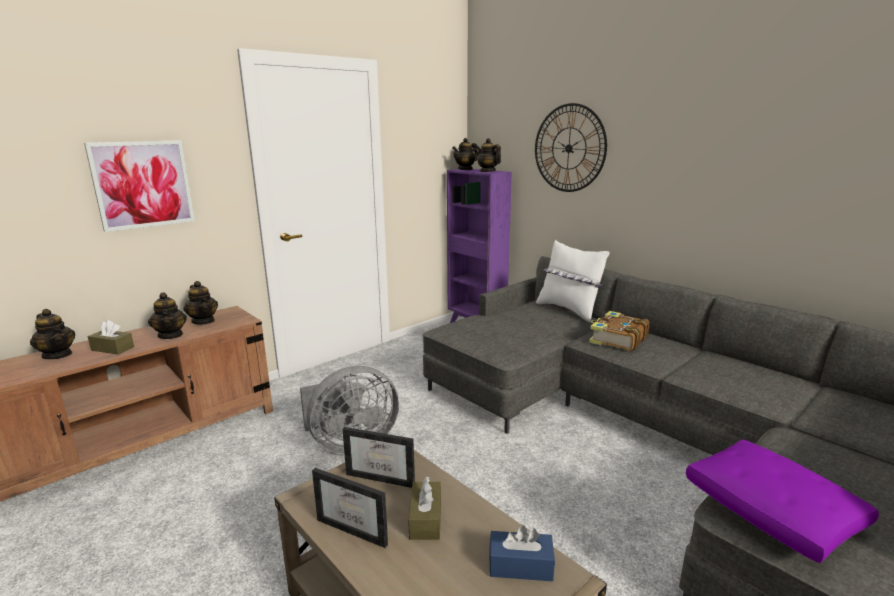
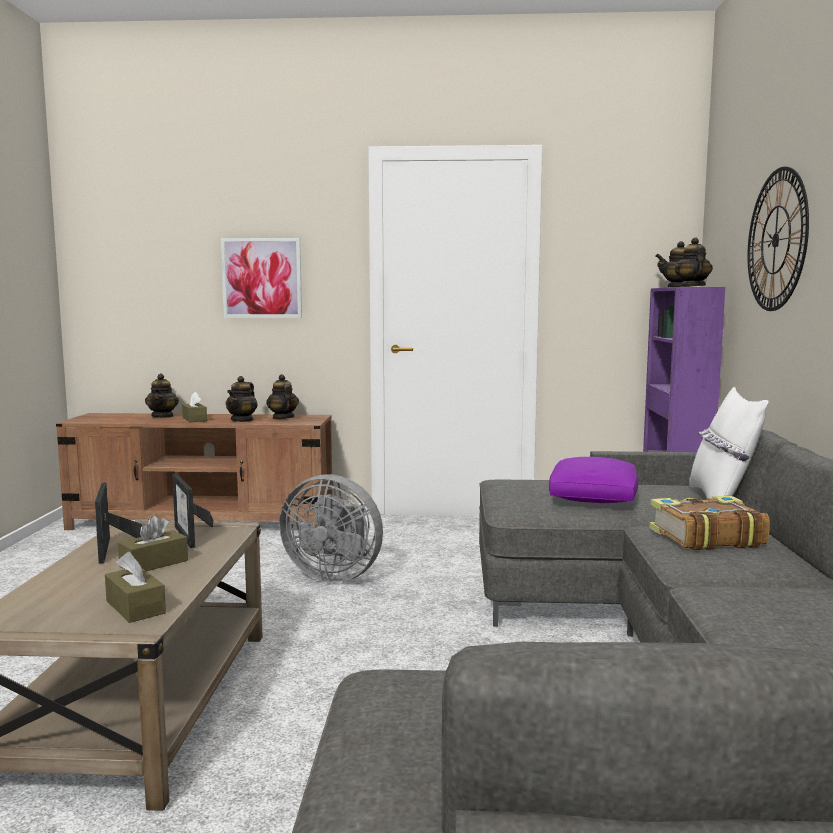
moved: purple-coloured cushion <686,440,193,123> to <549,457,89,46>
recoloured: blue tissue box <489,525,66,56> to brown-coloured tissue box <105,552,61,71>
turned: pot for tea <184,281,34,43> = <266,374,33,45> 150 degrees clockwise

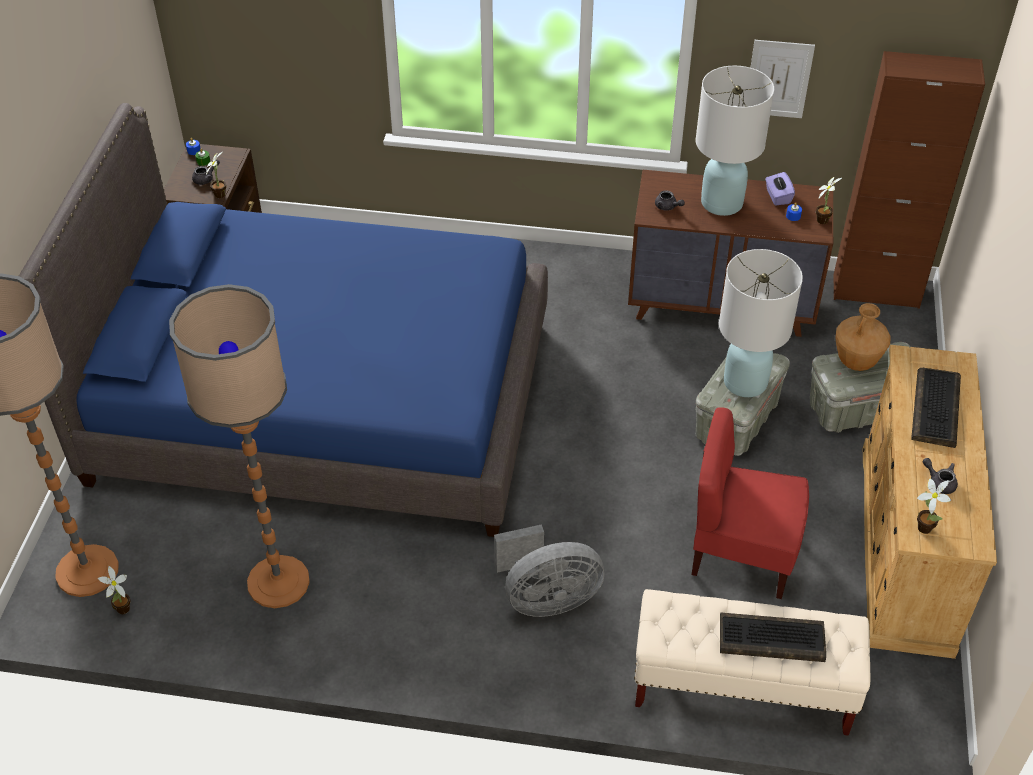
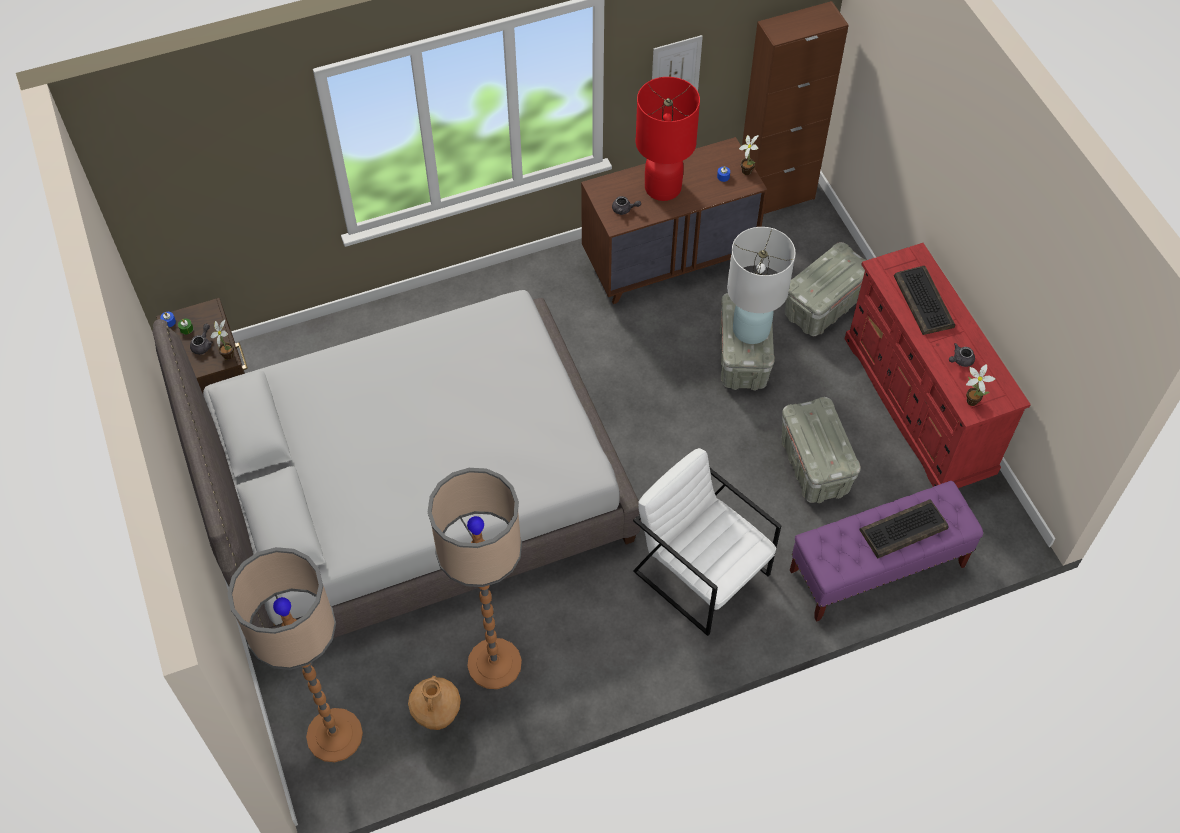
removed: potted plant <98,566,33,48>; purple-coloured tissue box <765,172,30,34>
moved: brown-coloured flower vase <836,303,55,68> to <408,676,53,54>
replaced: grey electric fan <494,524,110,93> to whitish armchair <633,448,149,188>; red-coloured plain chair <692,407,117,192> to grey storage container <781,397,80,106>
recoloured: blue bedroom bed <19,103,529,434> to grey bedroom bed <152,290,489,348>; beige bench <634,589,236,147> to purple-coloured bench <790,481,193,141>; whitish tabletop lamp <696,66,78,150> to red-coloured tabletop lamp <636,77,64,124>; beige dresser <863,345,134,314> to red-coloured dresser <845,243,186,245>
turned: grey pot for tea <923,458,35,36> = <949,343,26,24> 45 degrees counterclockwise

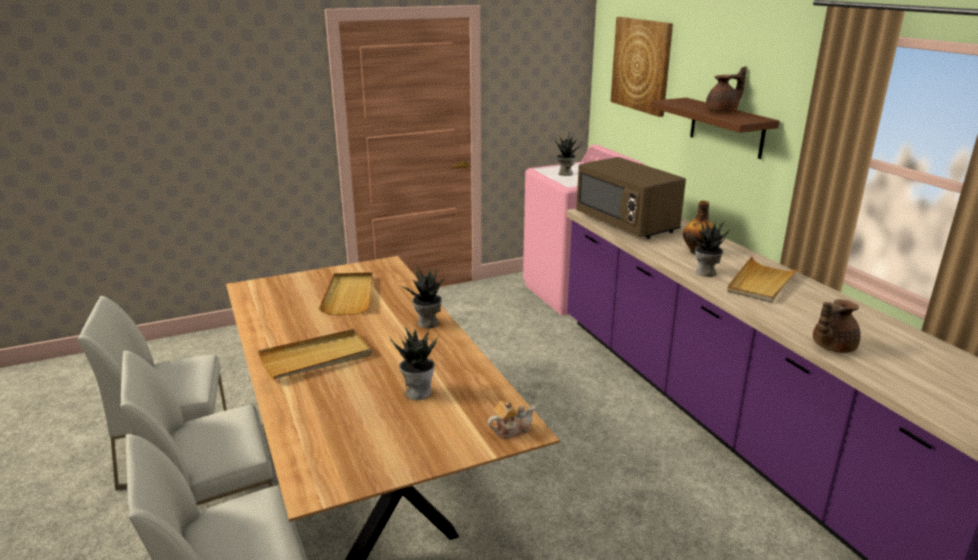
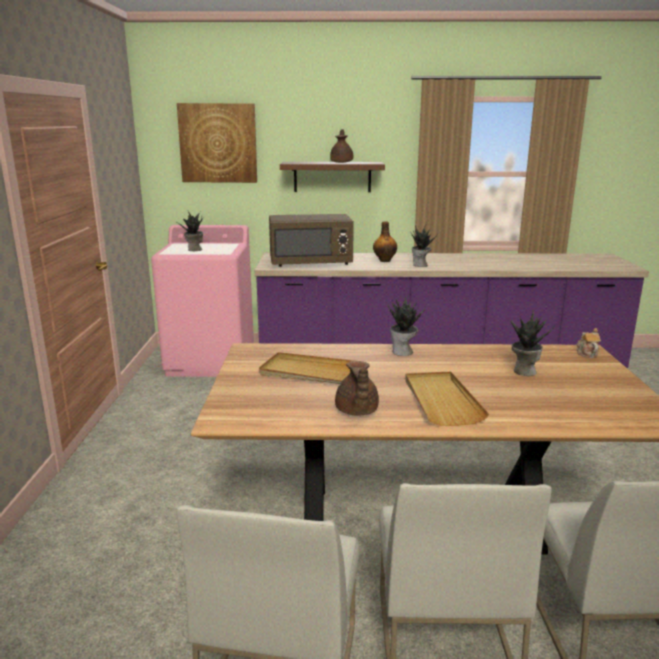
removed: beige carrying tray <727,256,73,47>
moved: brown-coloured pot for tea <813,299,48,54> to <335,361,44,55>

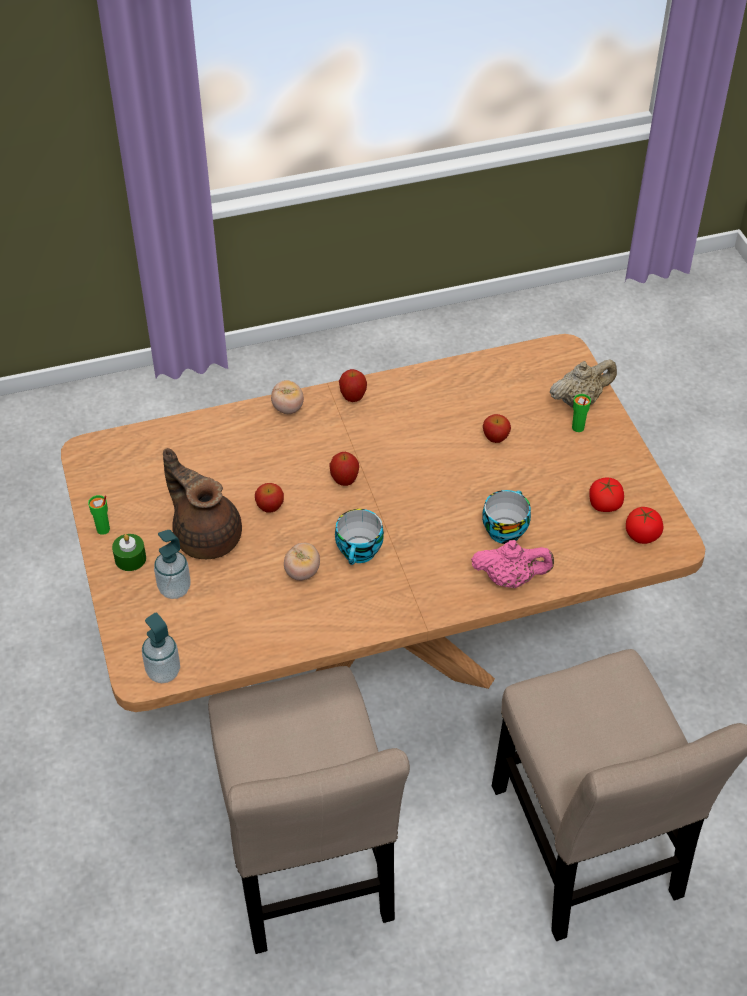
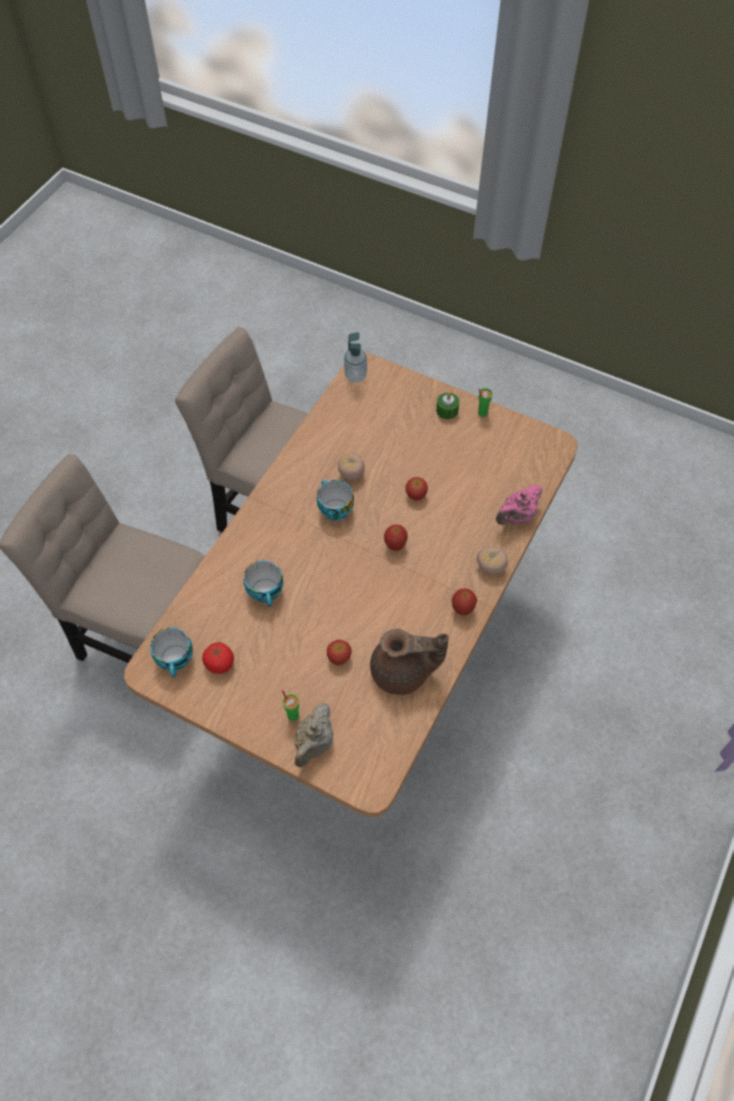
removed: soap dispenser <154,530,36,69>
moved: brown-coloured pot for tea <163,448,79,111> to <370,629,79,66>; pinkish pot for tea <471,540,83,48> to <496,485,46,40>
replaced: whole tomato <626,507,37,37> to cup <150,627,43,50>

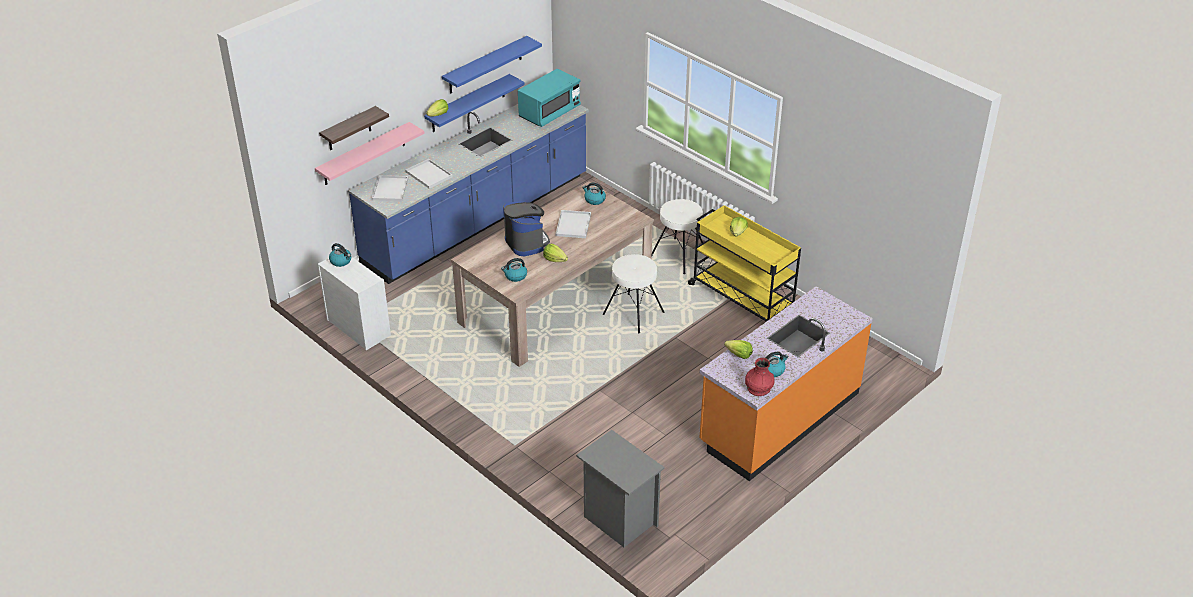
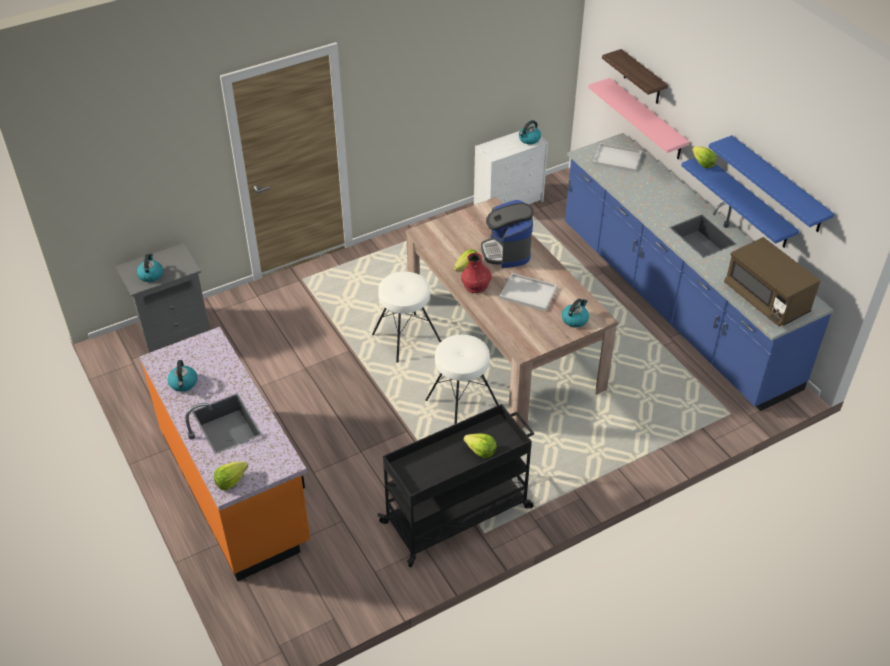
removed: whitish carrying tray <405,159,48,30>
moved: kettle <501,258,26,24> to <137,254,26,28>; whitish sitting stool <652,199,51,75> to <372,272,69,91>; lettuce head <724,340,29,19> to <214,461,34,29>; red-coloured flower vase <745,358,29,38> to <461,253,31,40>
recoloured: turquoise-coloured kitchen microwave <518,69,63,58> to brown-coloured kitchen microwave <724,237,96,90>; yellow-coloured wheeled cart <688,205,113,117> to black-coloured wheeled cart <377,404,157,163>
turned: coffee machine <503,202,47,54> = <481,200,53,68> 90 degrees clockwise

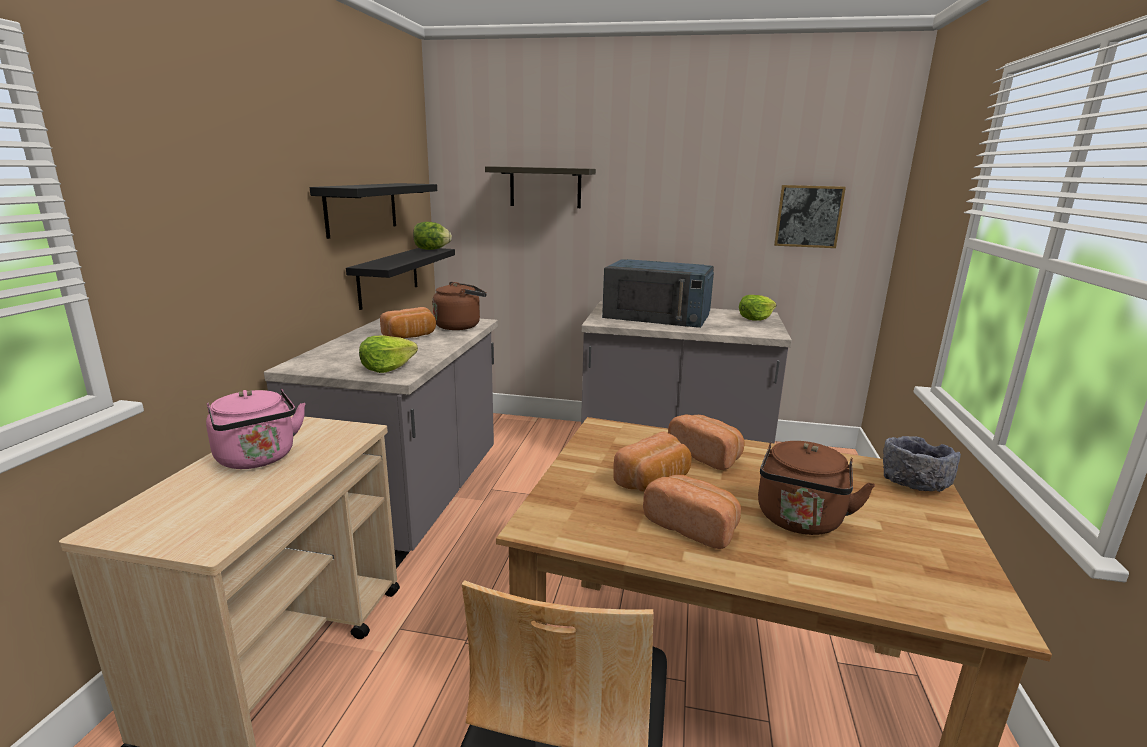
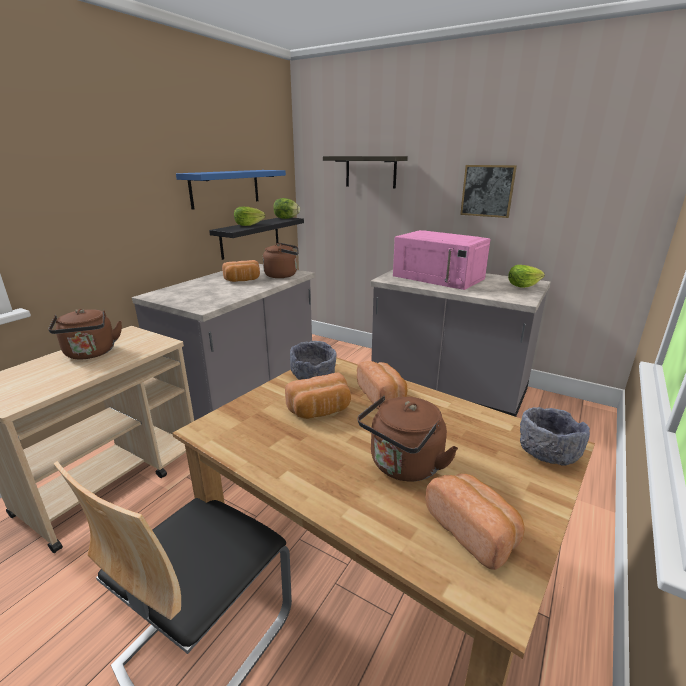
added: grey deep dish <290,341,46,39>
moved: lettuce head <359,335,59,38> to <234,207,31,19>; bread <643,475,98,74> to <425,474,99,96>; wall picture <774,185,72,63> to <460,165,57,53>
recoloured: pinkish kettle <206,388,100,81> to brown-coloured kettle <48,309,74,50>; black-coloured shelf <310,183,127,56> to blue shelf <176,170,110,40>; blue kitchen microwave <602,259,112,69> to pinkish kitchen microwave <393,230,98,60>

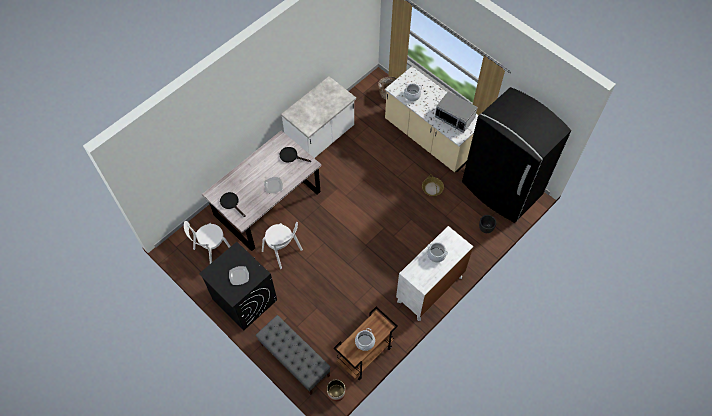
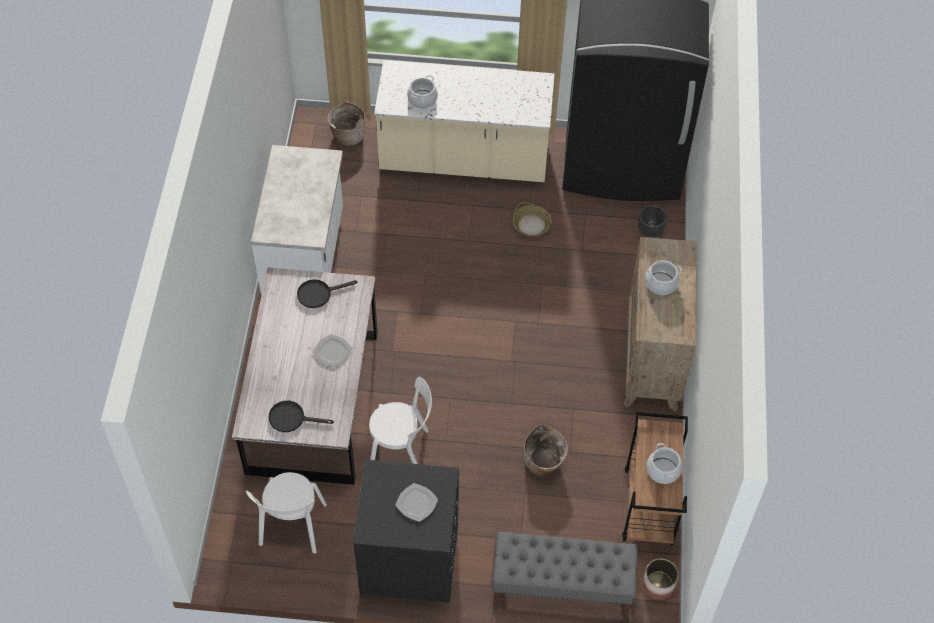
removed: kitchen microwave <435,91,43,42>
added: household basket <524,425,44,50>
recoloured: whitish dresser <396,226,78,95> to brown-coloured dresser <623,237,74,175>

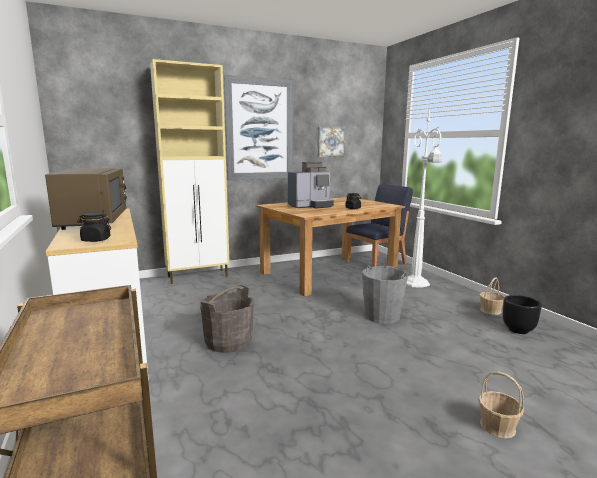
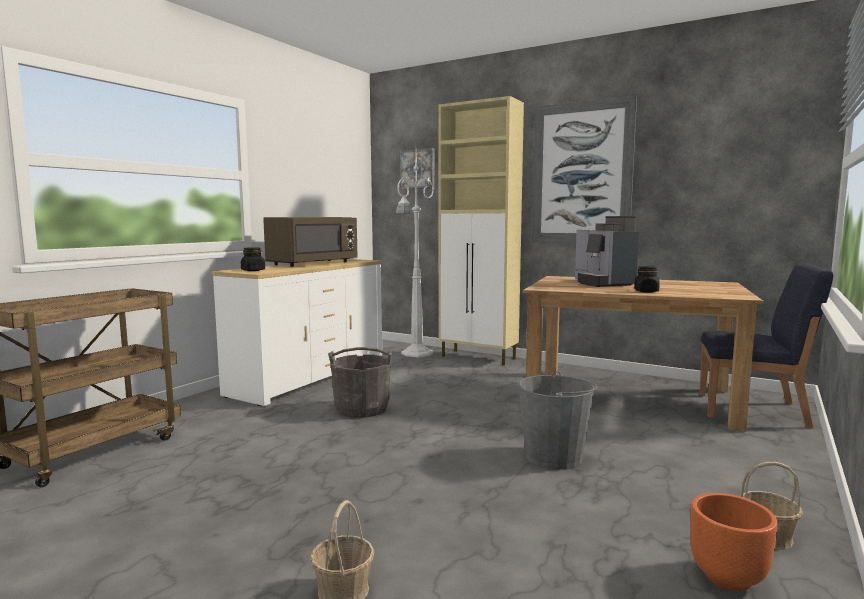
moved: wall picture <317,126,28,31> to <399,148,36,42>; whitish standing lamp <406,104,36,184> to <396,155,38,203>
recoloured: black-coloured plant pot <503,295,39,39> to orange-coloured plant pot <690,493,88,98>
turned: coffee machine <288,162,46,47> = <575,216,64,71> 45 degrees clockwise

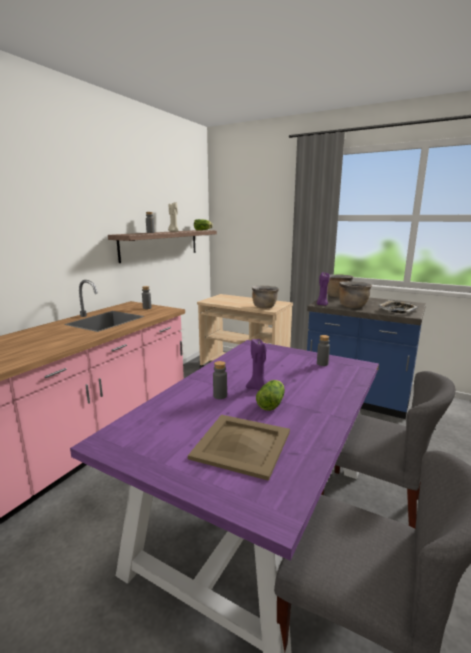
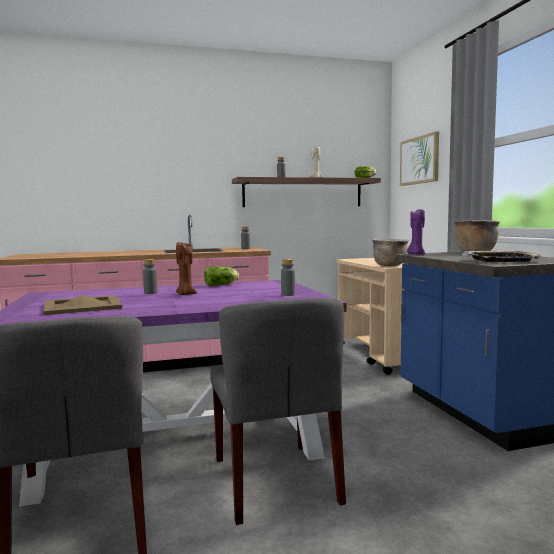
removed: brown-coloured stockpot <339,281,33,27>
added: wall picture <400,131,39,55>
moved: lettuce head <256,380,29,31> to <204,266,35,20>
recoloured: purple-coloured wax candle <246,339,21,51> to brown-coloured wax candle <176,242,21,53>

